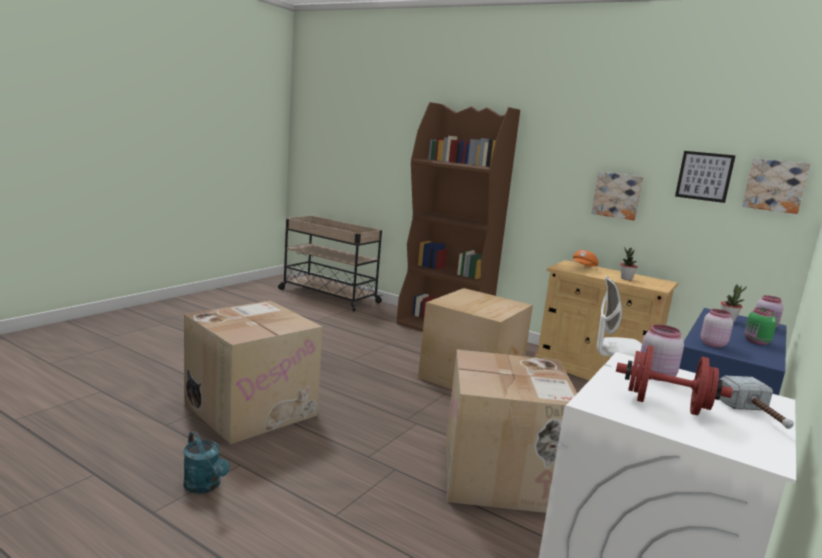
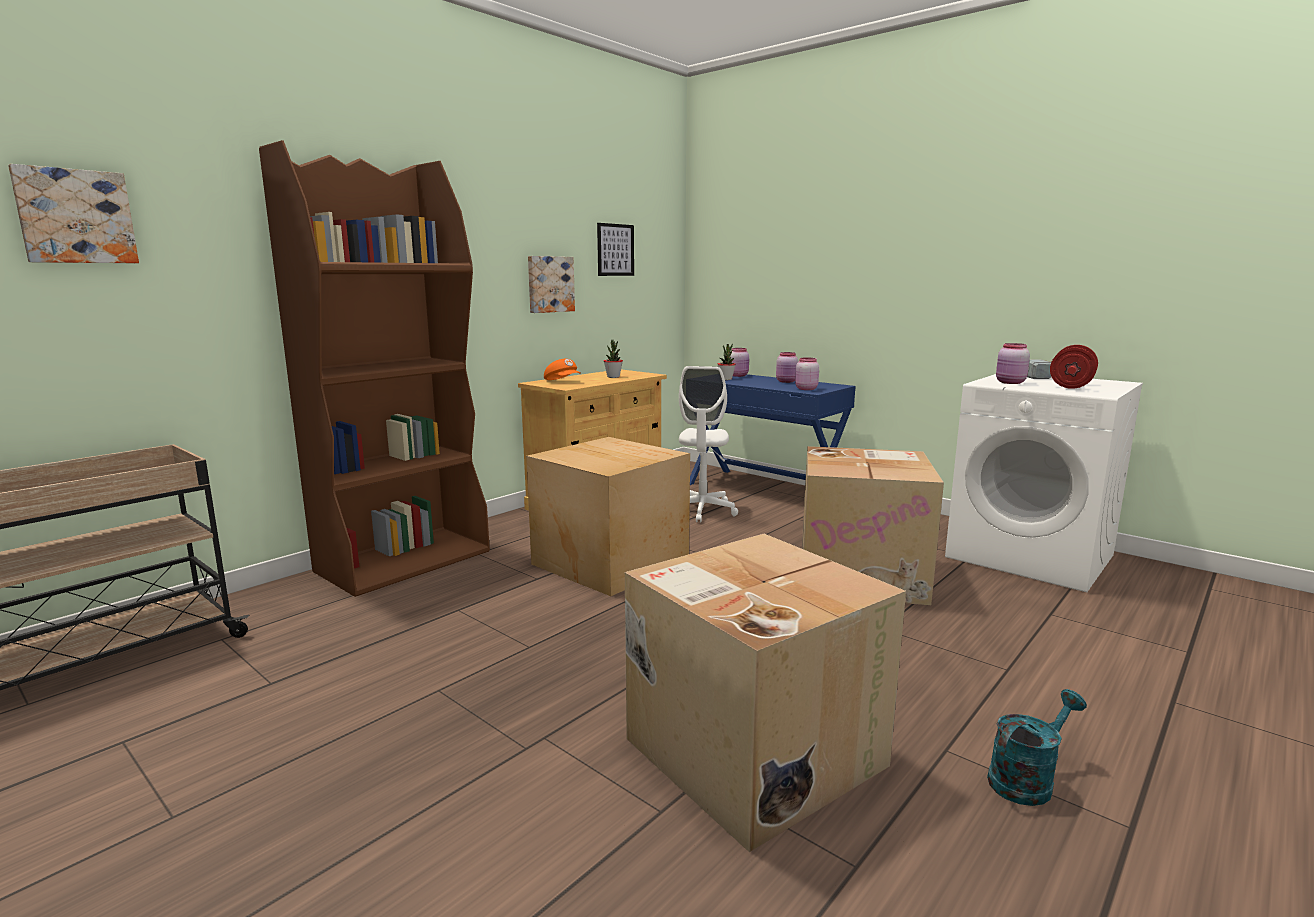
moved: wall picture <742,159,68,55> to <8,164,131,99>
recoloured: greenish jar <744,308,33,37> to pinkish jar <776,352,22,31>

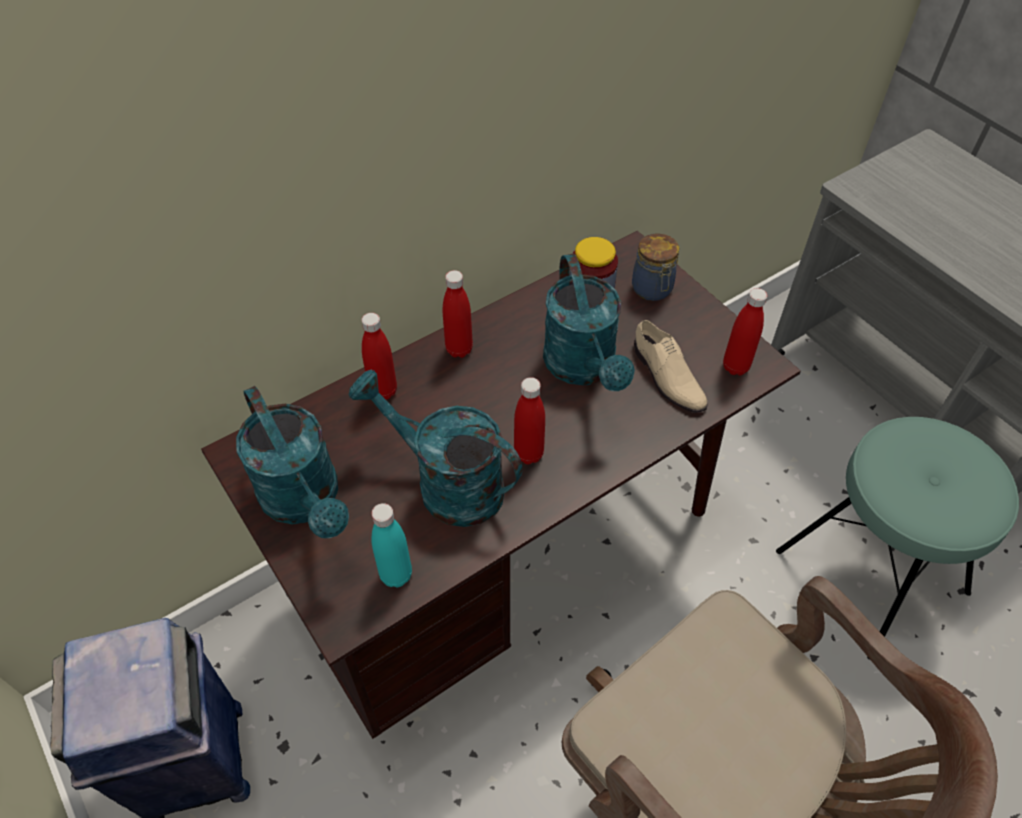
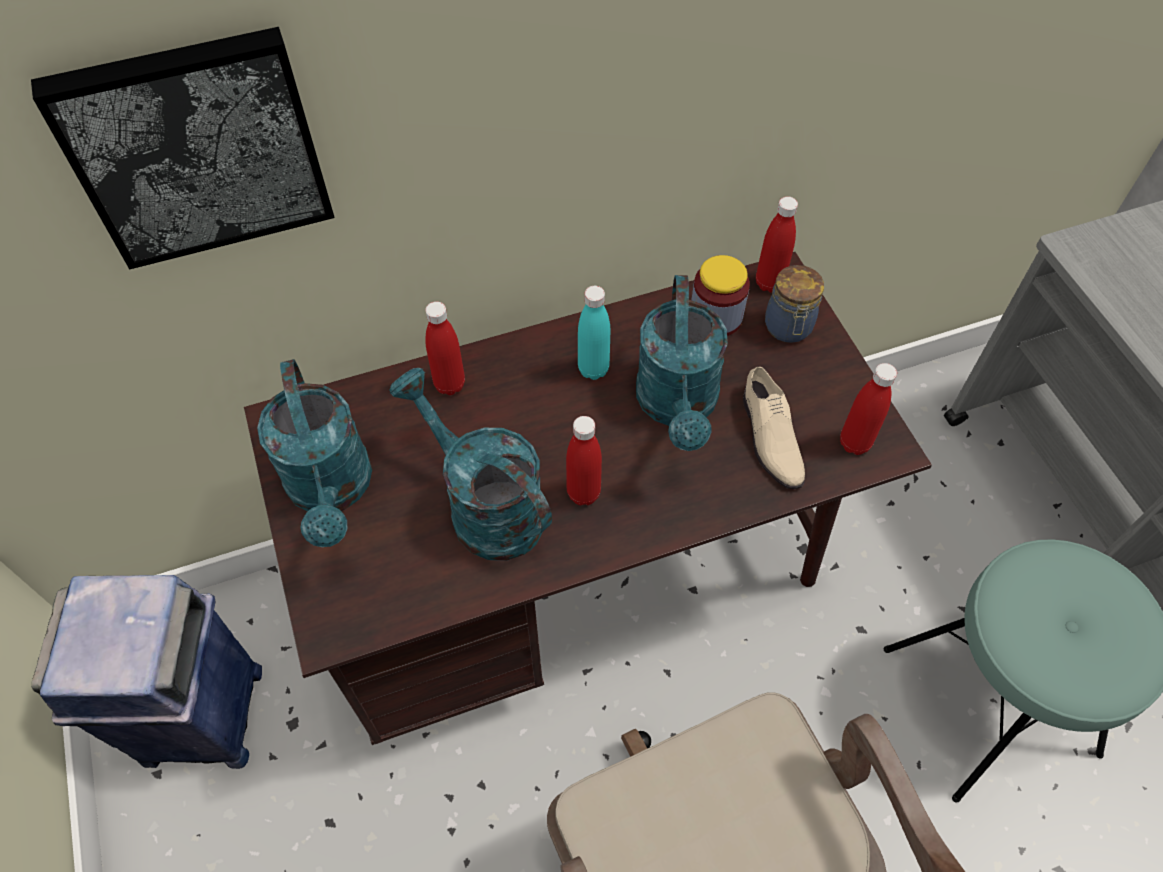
added: wall picture <31,27,304,242>
moved: turquoise-coloured bottle <371,503,41,84> to <578,286,32,94>; red-coloured bottle <443,270,30,88> to <756,196,42,97>

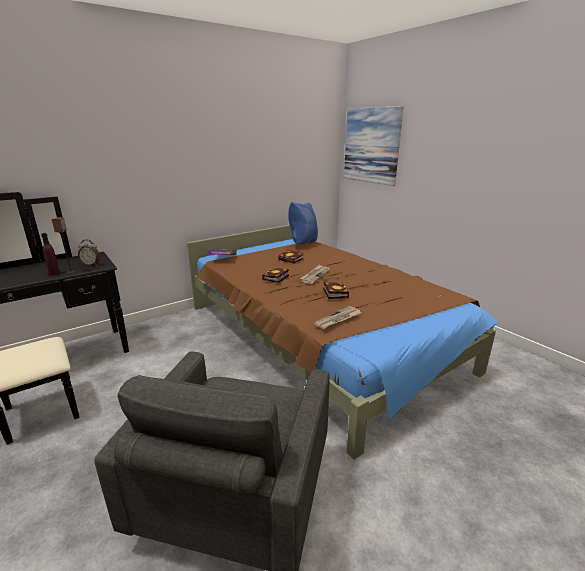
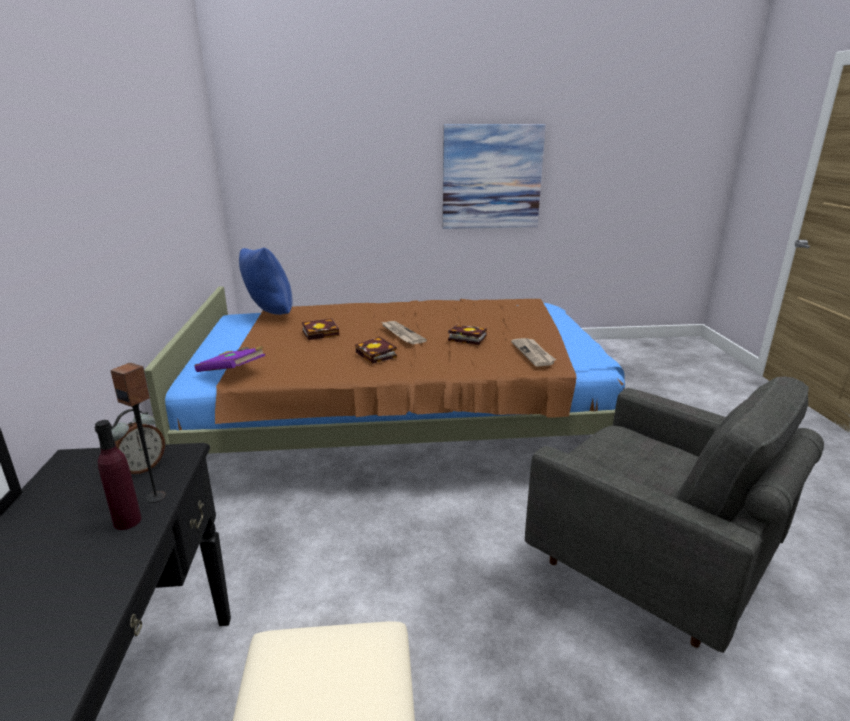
moved: wall picture <344,106,59,80> to <443,124,103,105>

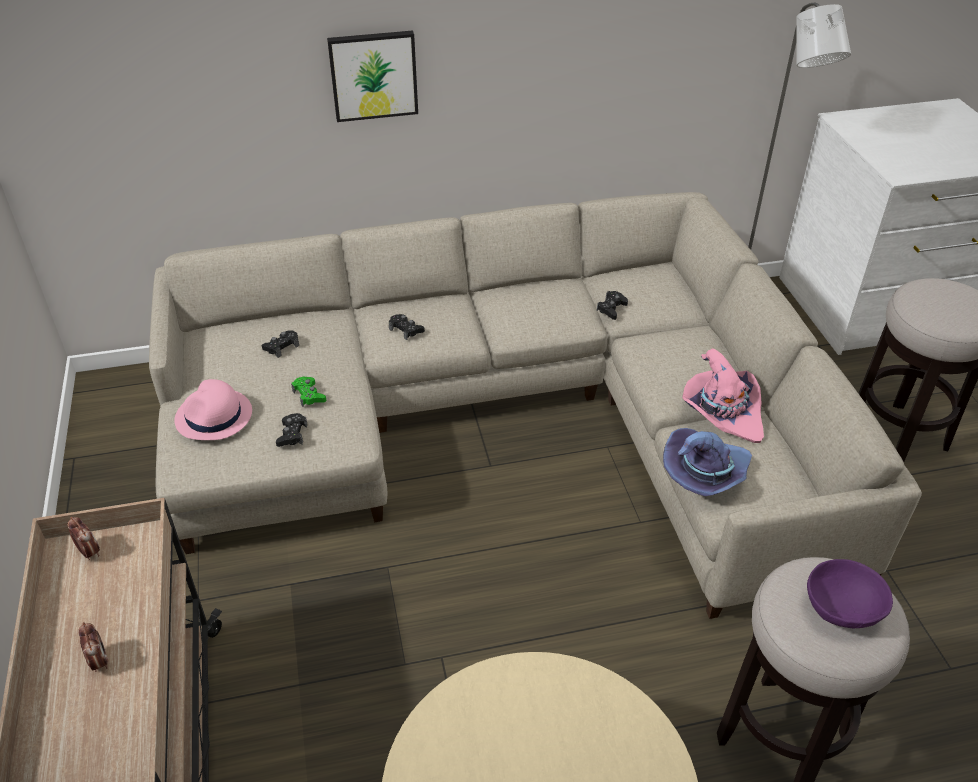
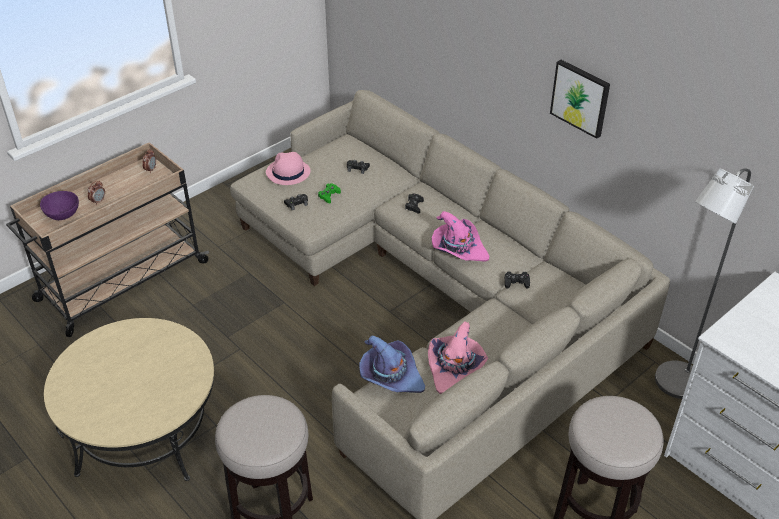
added: pinkish clothing hat <432,211,57,51>
moved: wall picture <327,31,91,91> to <550,60,60,79>; purple-coloured deep dish <807,559,86,69> to <40,191,39,29>

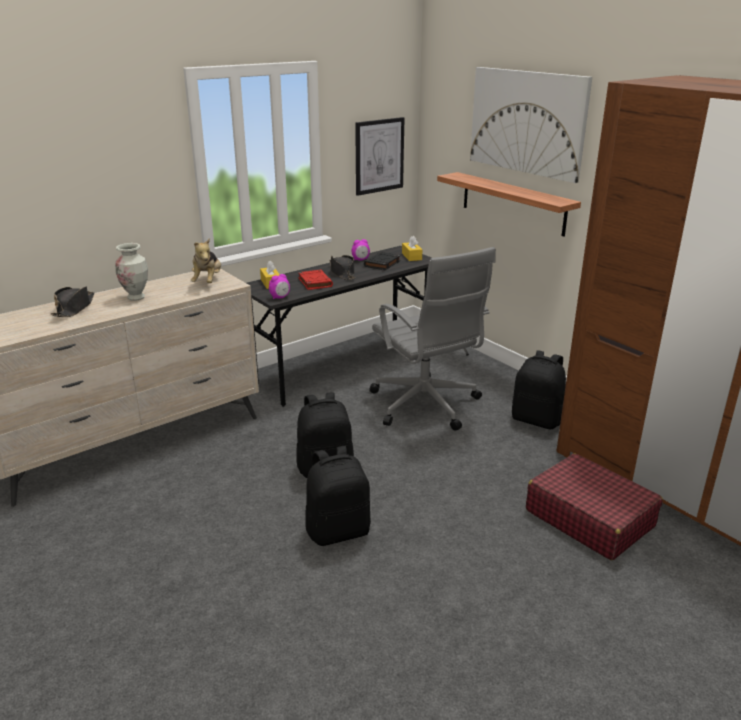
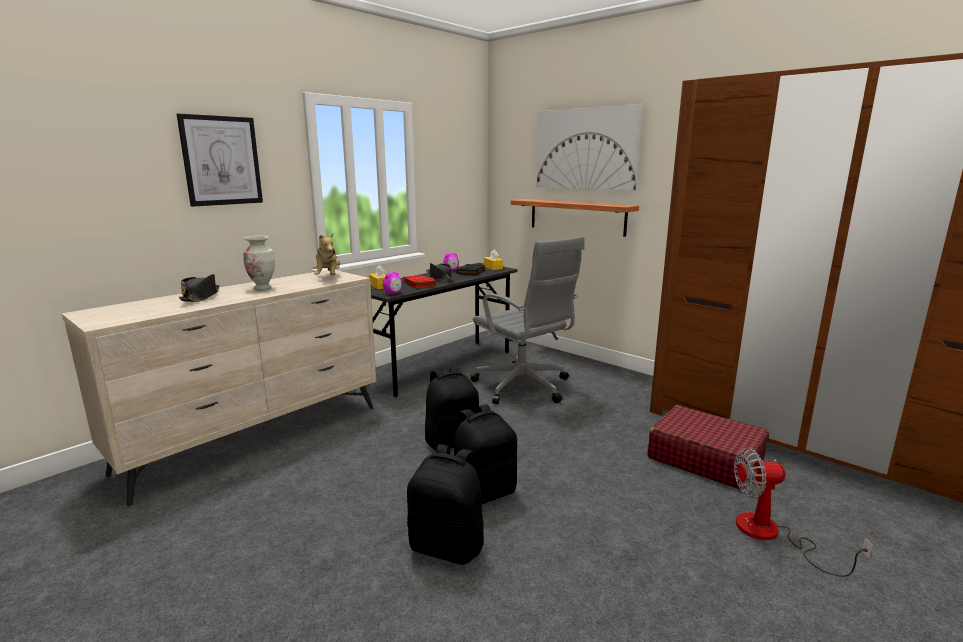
added: electric fan <734,448,139,129>
moved: wall picture <355,117,49,79> to <177,113,86,94>; black-coloured backpack <512,350,54,79> to <407,444,77,121>

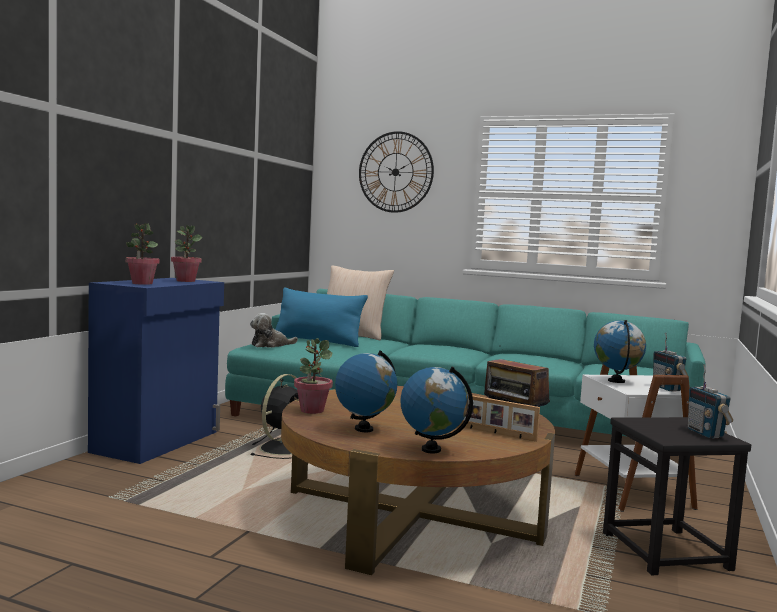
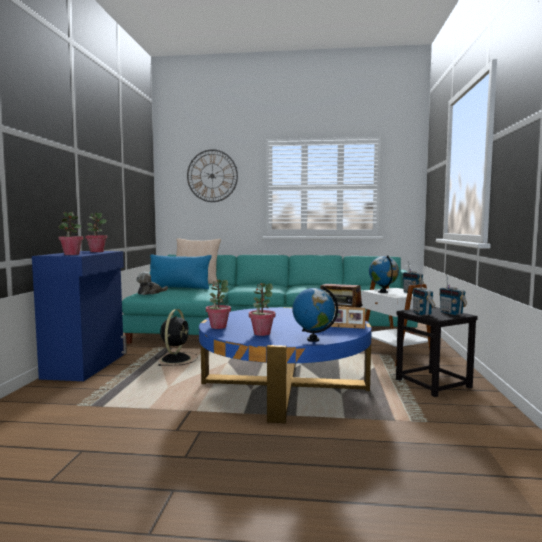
added: radio set <413,275,23,41>
replaced: globe <335,350,62,82> to potted plant <249,283,27,53>
recoloured: brown-coloured low table <281,386,274,189> to blue low table <199,307,173,116>

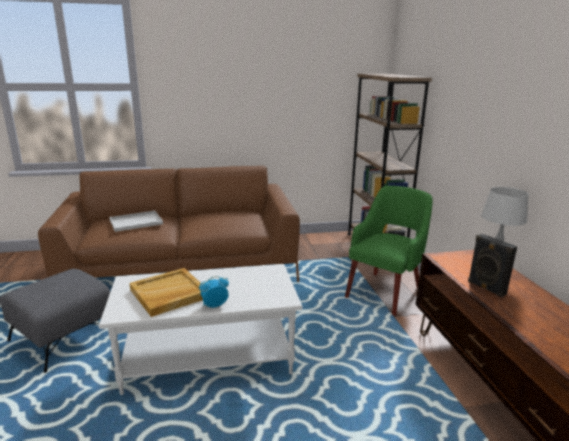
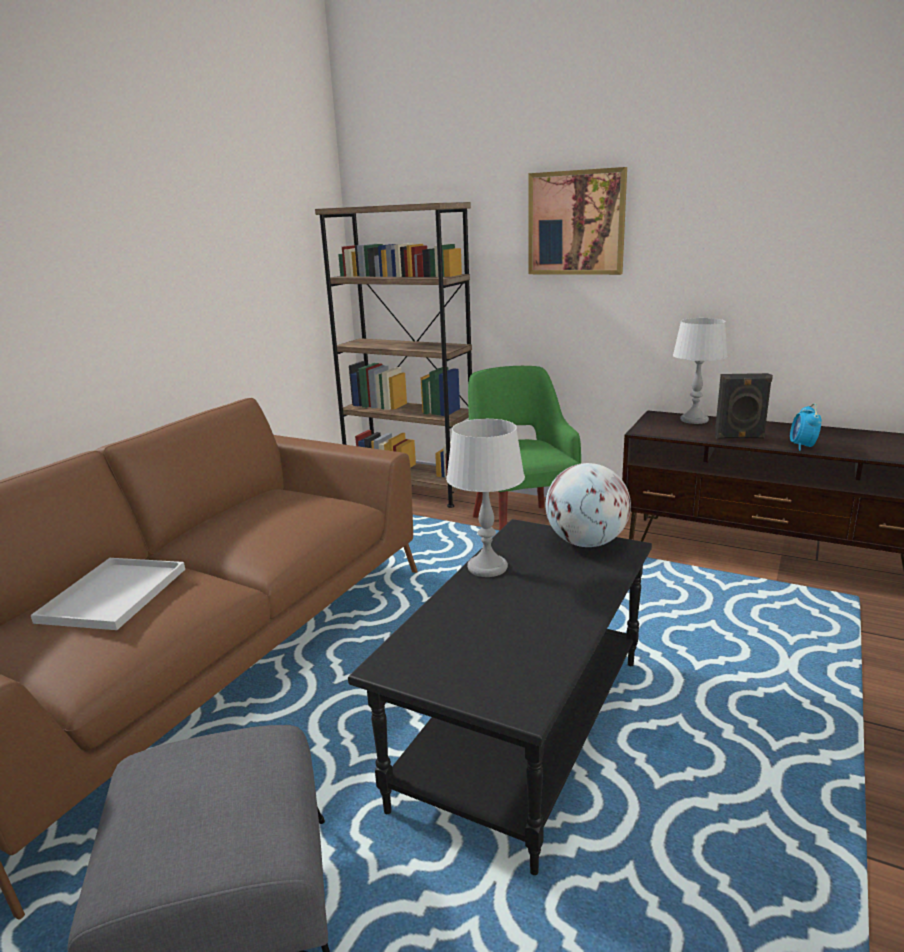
removed: beige carrying tray <129,268,74,49>
added: grey tabletop lamp <446,419,79,158>; wall picture <529,167,98,108>; globe <546,463,85,84>
moved: bedside clock <199,276,30,32> to <790,403,32,48>
recoloured: whitish low table <99,264,203,131> to black-coloured low table <348,519,304,356>

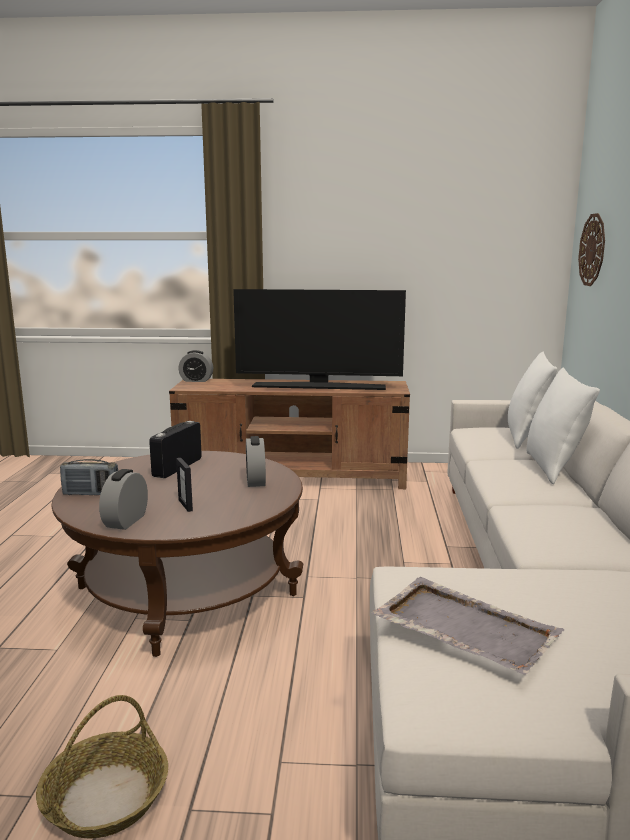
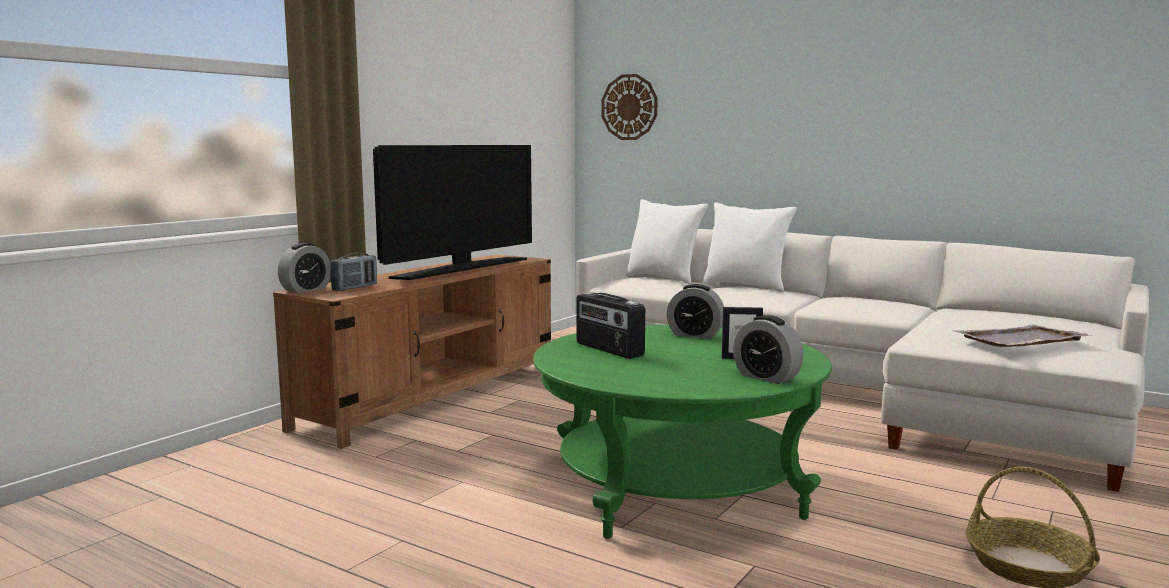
moved: radio set <60,459,58,36> to <330,253,47,38>
recoloured: brown-coloured low table <52,451,251,206> to greenish low table <533,324,299,215>

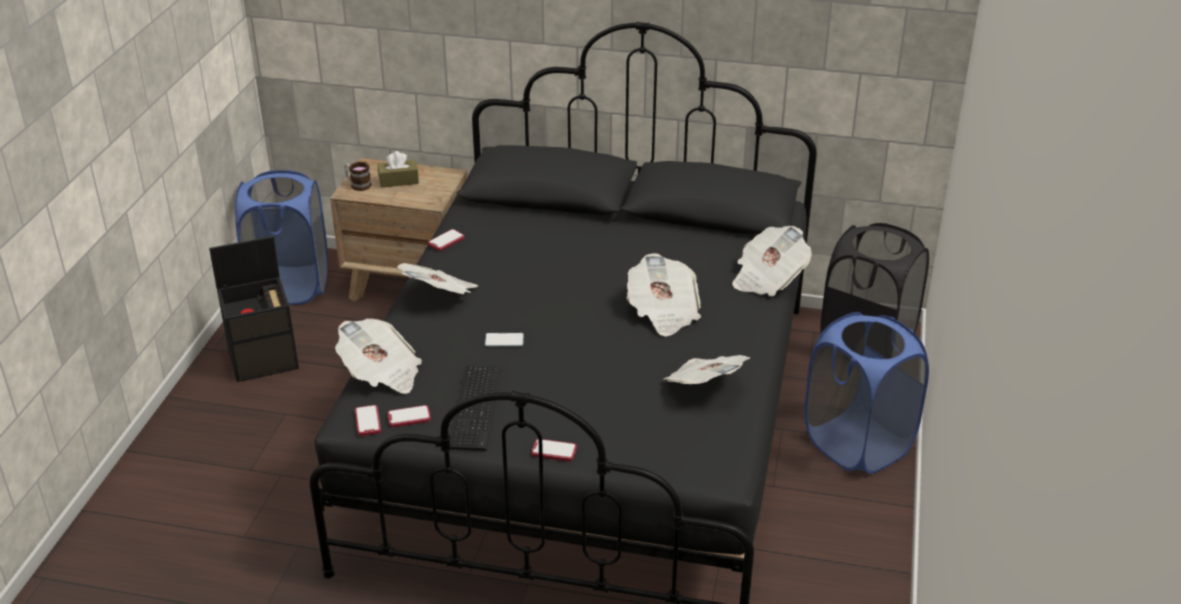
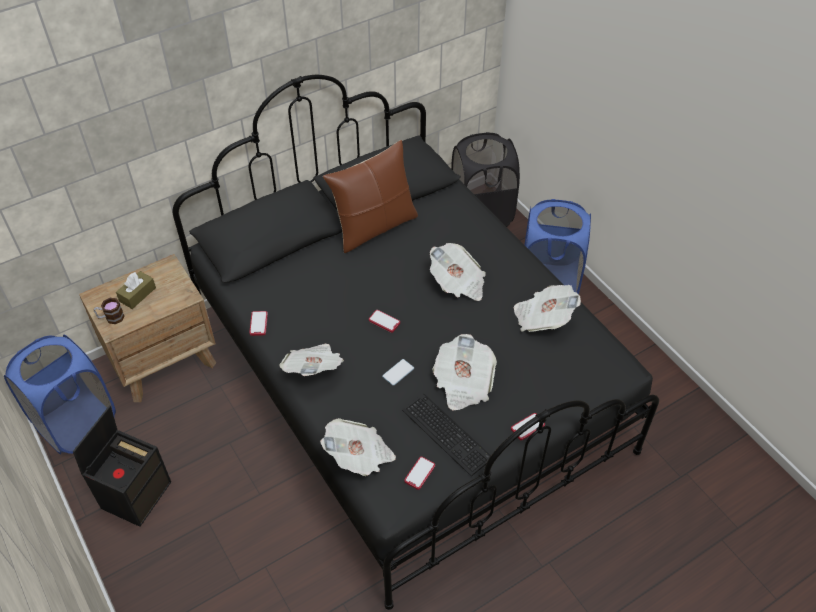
added: brown-coloured cushion <323,140,95,113>
moved: telephone <355,405,26,31> to <369,310,31,23>; newspaper <732,226,80,70> to <432,334,65,77>

